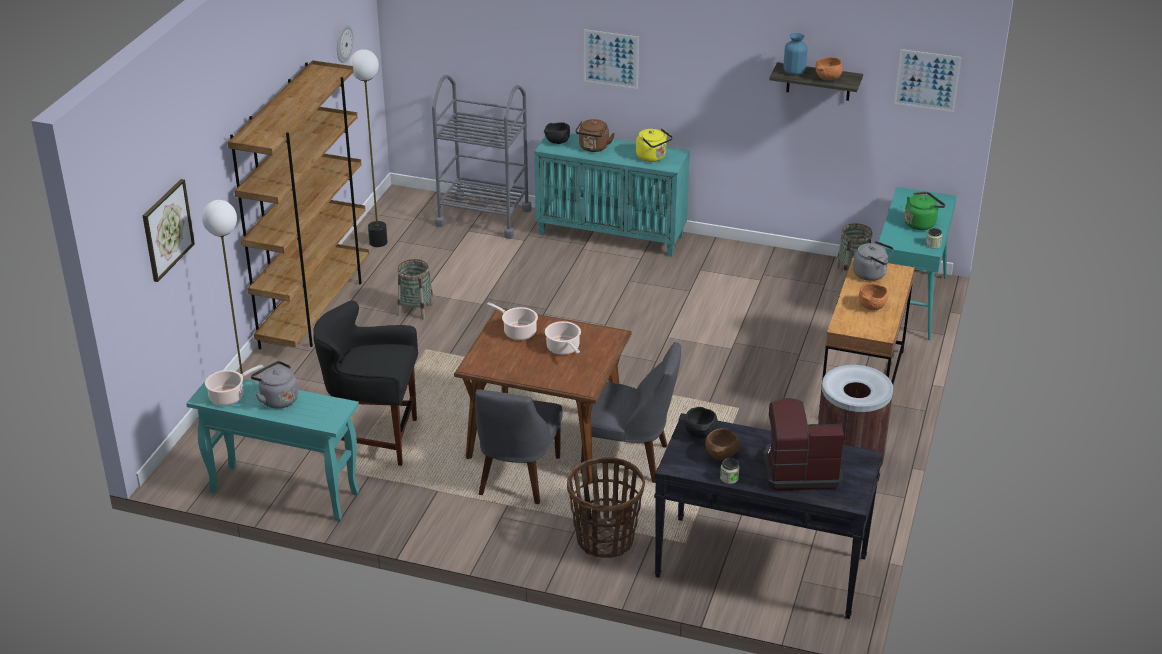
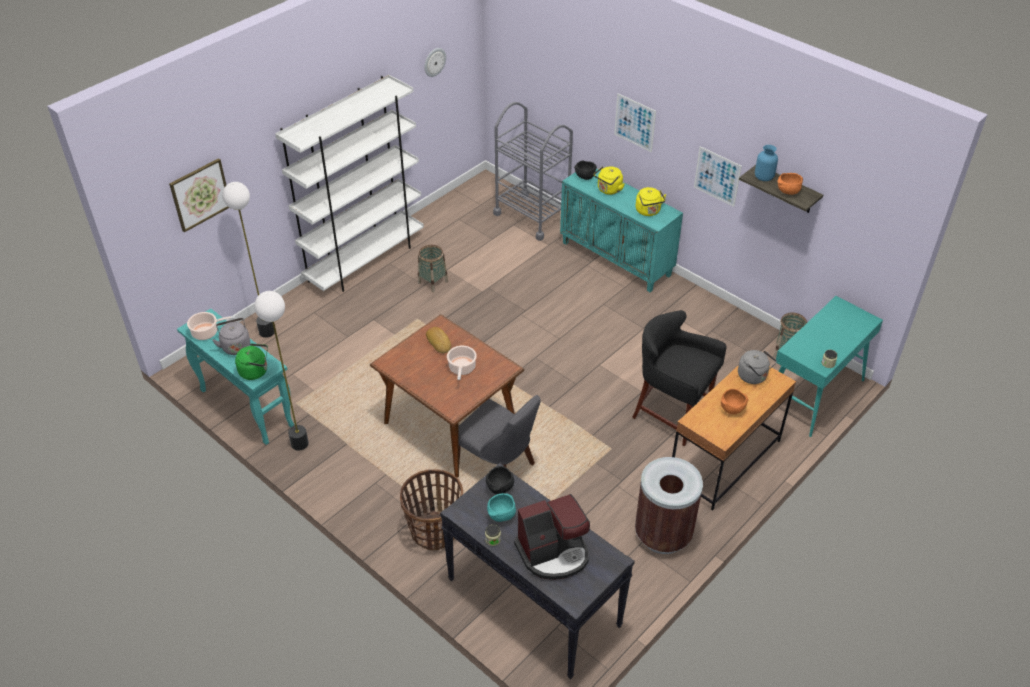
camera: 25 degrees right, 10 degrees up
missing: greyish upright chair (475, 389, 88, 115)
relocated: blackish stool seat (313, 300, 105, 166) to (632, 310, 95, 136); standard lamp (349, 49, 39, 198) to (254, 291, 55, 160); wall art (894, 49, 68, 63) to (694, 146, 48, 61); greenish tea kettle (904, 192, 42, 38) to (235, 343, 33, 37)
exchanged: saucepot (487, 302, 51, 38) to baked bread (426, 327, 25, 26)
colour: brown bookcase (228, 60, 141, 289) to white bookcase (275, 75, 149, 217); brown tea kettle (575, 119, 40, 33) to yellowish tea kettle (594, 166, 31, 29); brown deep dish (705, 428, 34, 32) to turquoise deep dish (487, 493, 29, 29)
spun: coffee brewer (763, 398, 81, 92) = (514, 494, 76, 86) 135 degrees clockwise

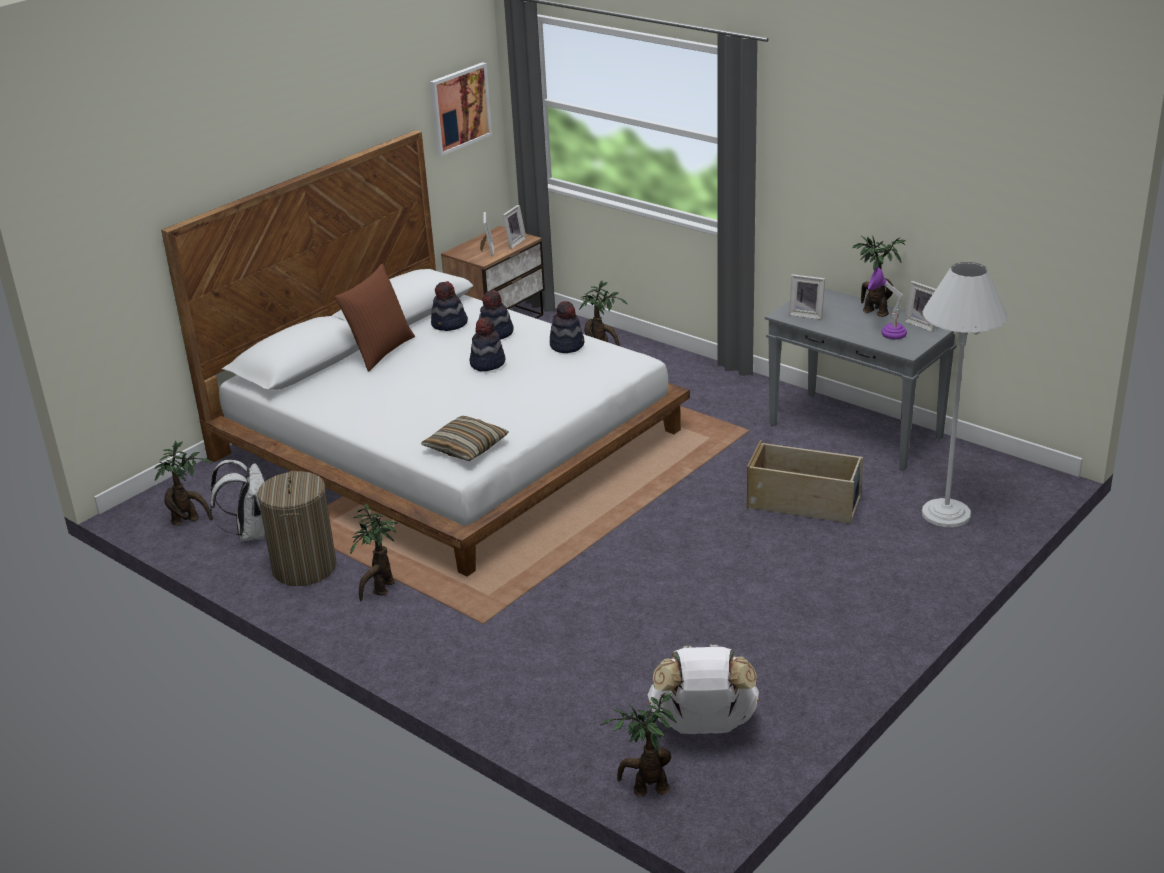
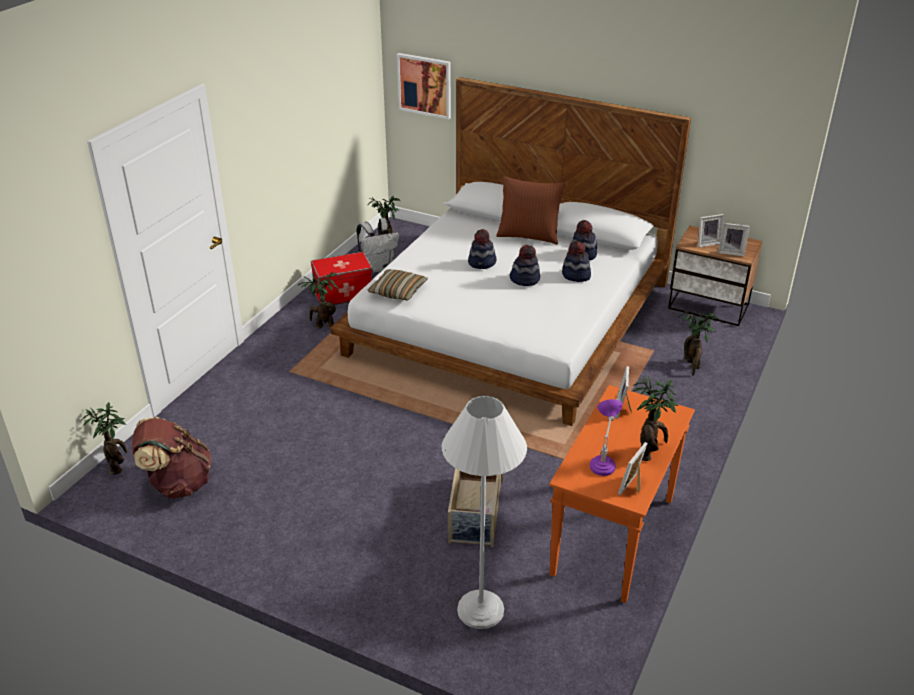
camera: 75 degrees right, 5 degrees up
relocated: wall art (430, 62, 62, 94) to (397, 53, 54, 66); wearable hat (550, 301, 34, 52) to (468, 229, 28, 40)
exchanged: washing basket (257, 471, 80, 115) to storage box (311, 252, 62, 53)
colour: white rucksack (648, 644, 112, 90) to brown rucksack (132, 417, 79, 82); greyish console table (765, 288, 192, 183) to orangey console table (549, 385, 146, 218)

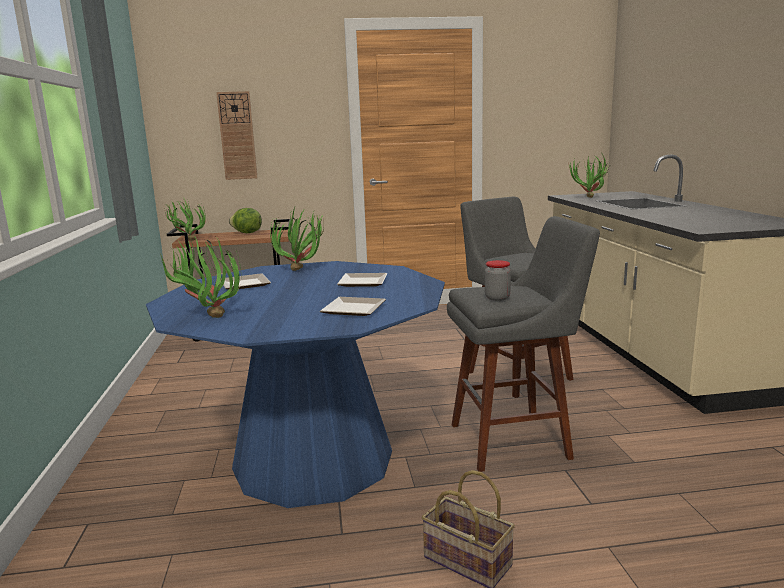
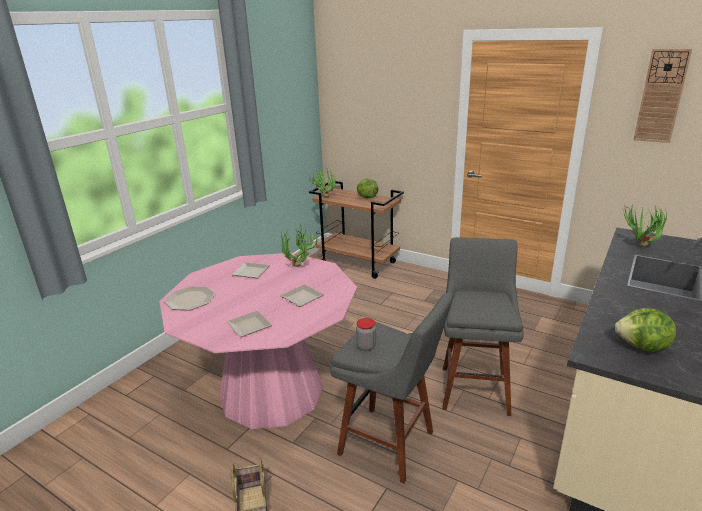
camera: 40 degrees right, 10 degrees up
appeared: head of lettuce (615, 308, 61, 44)
relocated: hanging clock (216, 91, 41, 89) to (633, 49, 59, 94)
exchanged: potted plant (160, 237, 81, 81) to plate (164, 286, 51, 24)
colour: bluish dinner table (146, 261, 299, 247) to pink-coloured dinner table (159, 253, 198, 176)

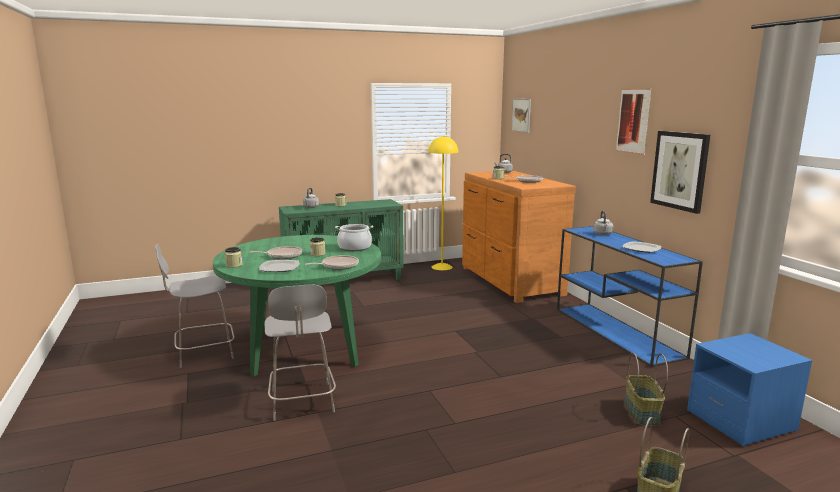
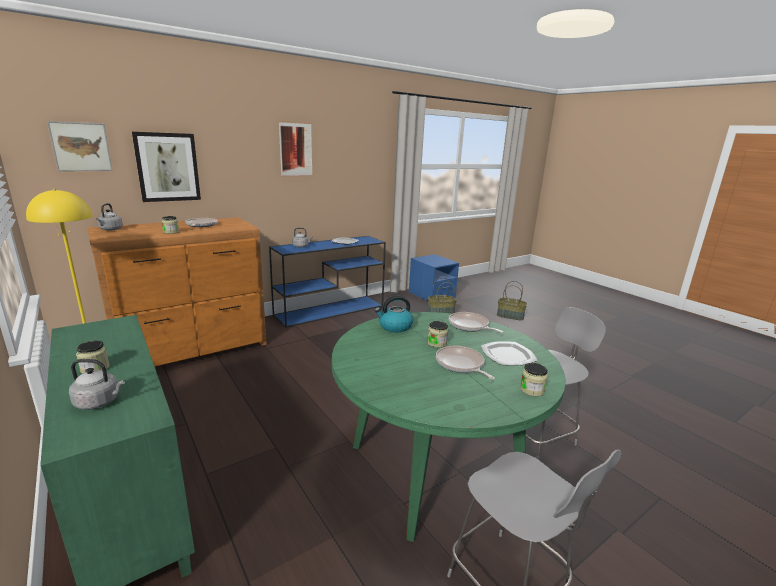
camera: 105 degrees left, 5 degrees up
relocated: wall art (650, 131, 60, 83) to (132, 132, 69, 70)
exchanged: saucepot (335, 224, 38, 27) to tea kettle (375, 296, 38, 36)

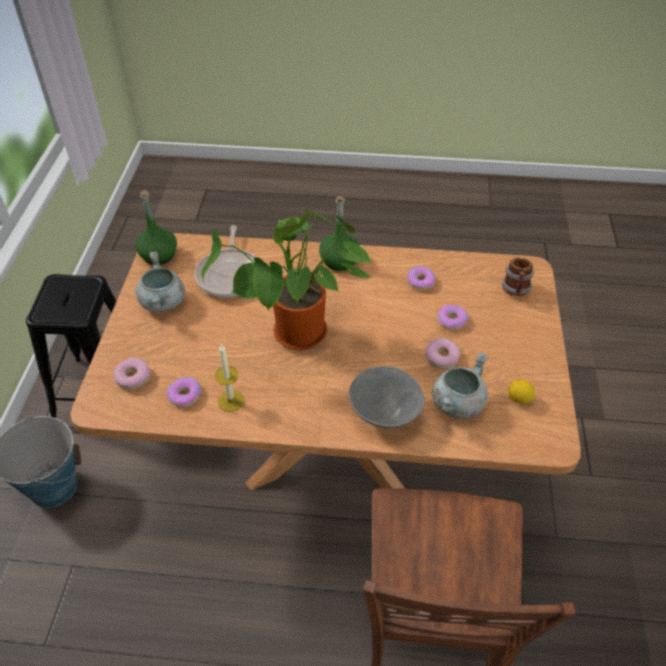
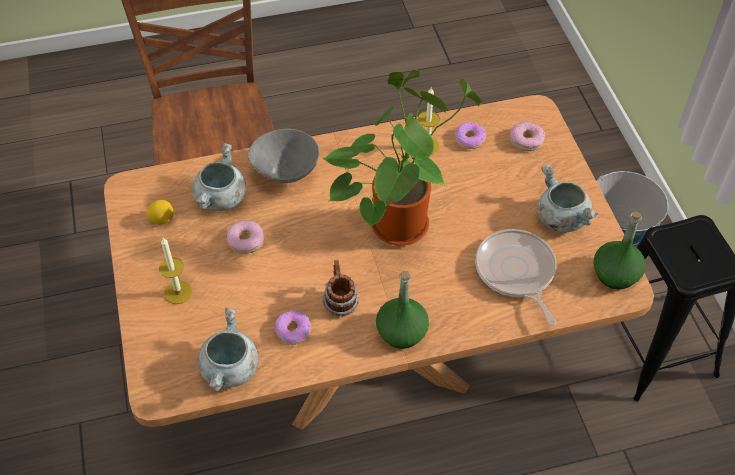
camera: 160 degrees right, 5 degrees up
missing: donut (437, 304, 31, 26)
appeared: candle (159, 238, 33, 66); greyish saucepot (198, 308, 61, 84)
relocated: mug (502, 258, 32, 38) to (322, 260, 37, 56)

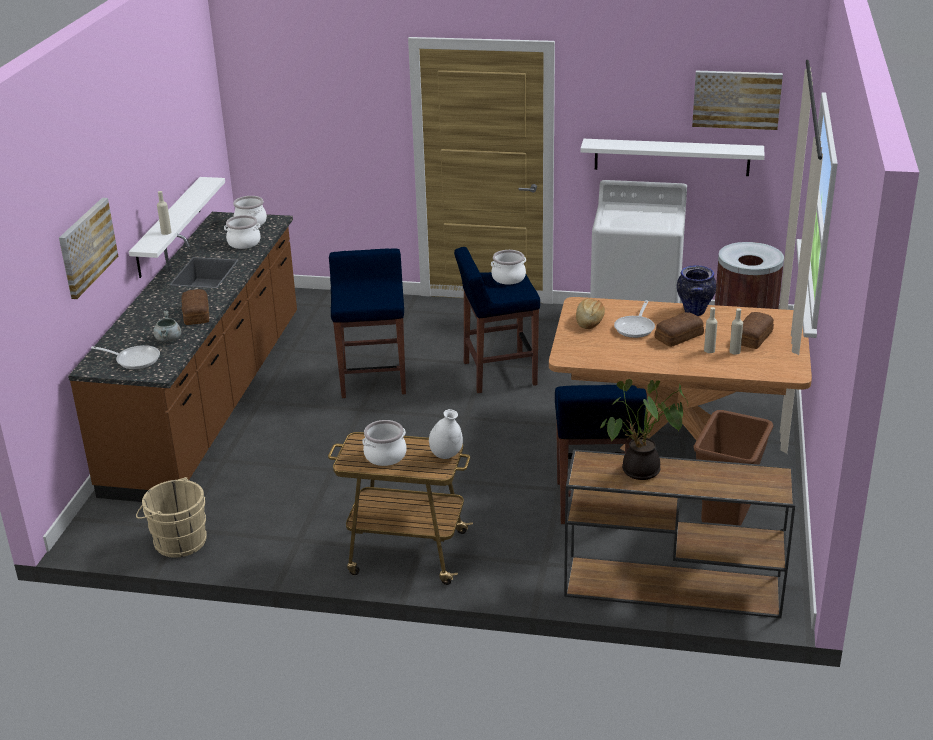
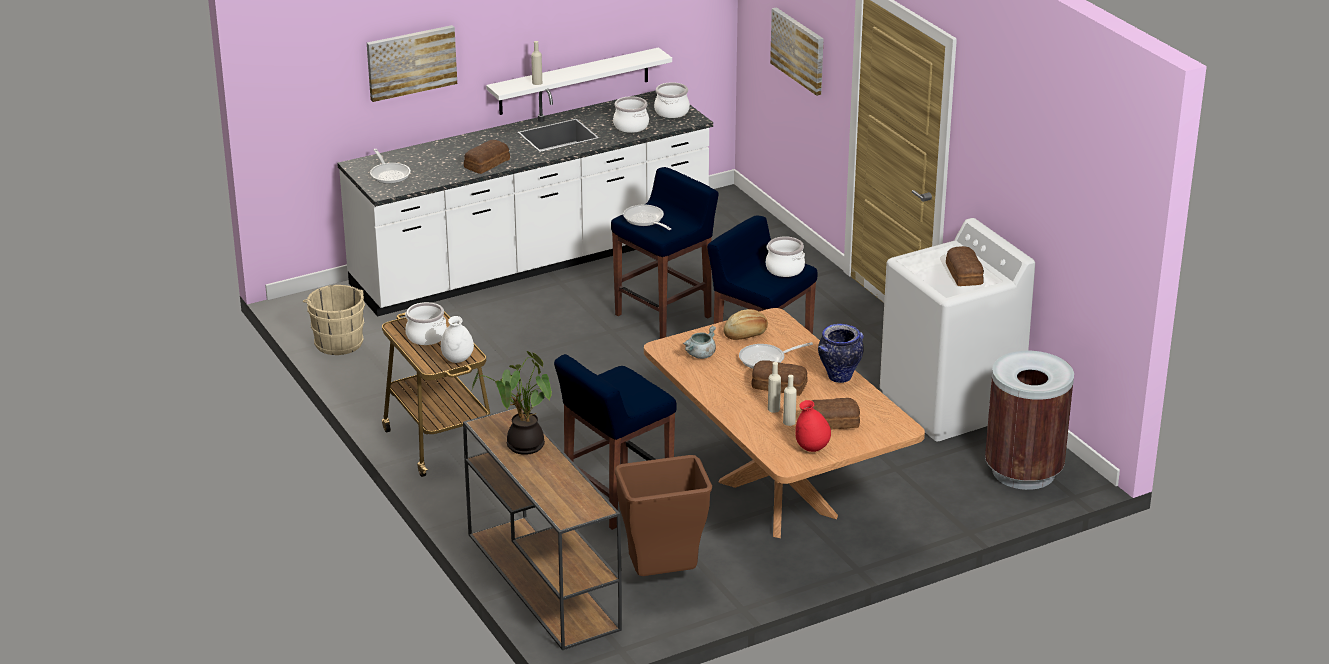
camera: 50 degrees right, 0 degrees up
missing: white shelf (580, 139, 185, 37)
appeared: skillet (623, 205, 48, 25); reddish flower vase (795, 400, 36, 52); baked bread (946, 246, 38, 40)
relocated: greyish saucepot (153, 311, 28, 31) to (683, 325, 33, 34); wall art (692, 71, 91, 59) to (770, 7, 54, 89)
colour: brown counter (68, 212, 229, 290) to white counter (337, 88, 376, 229)

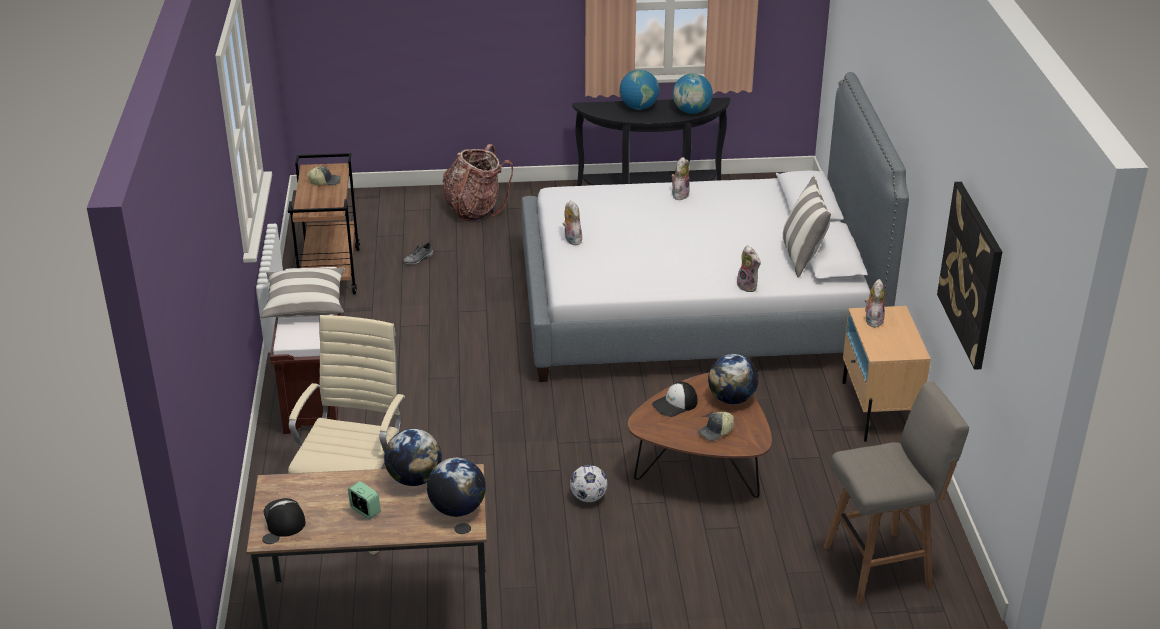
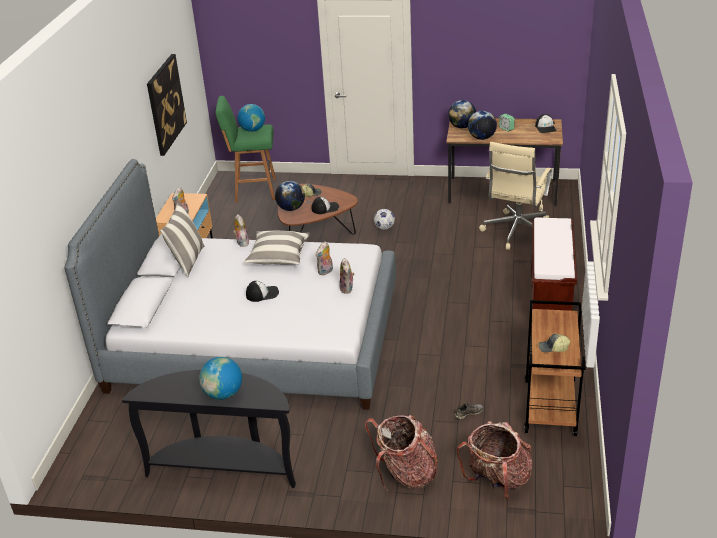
camera: 165 degrees left, 0 degrees up
appeared: cap (246, 281, 33, 21); rucksack (457, 421, 75, 80)
relocated: throw pillow (261, 268, 84, 50) to (244, 231, 66, 33); cuddly toy (671, 157, 19, 43) to (316, 241, 17, 34); world globe (673, 73, 40, 41) to (237, 104, 28, 28)
colour: greyish stool seat (824, 381, 145, 223) to greenish stool seat (215, 96, 61, 107)

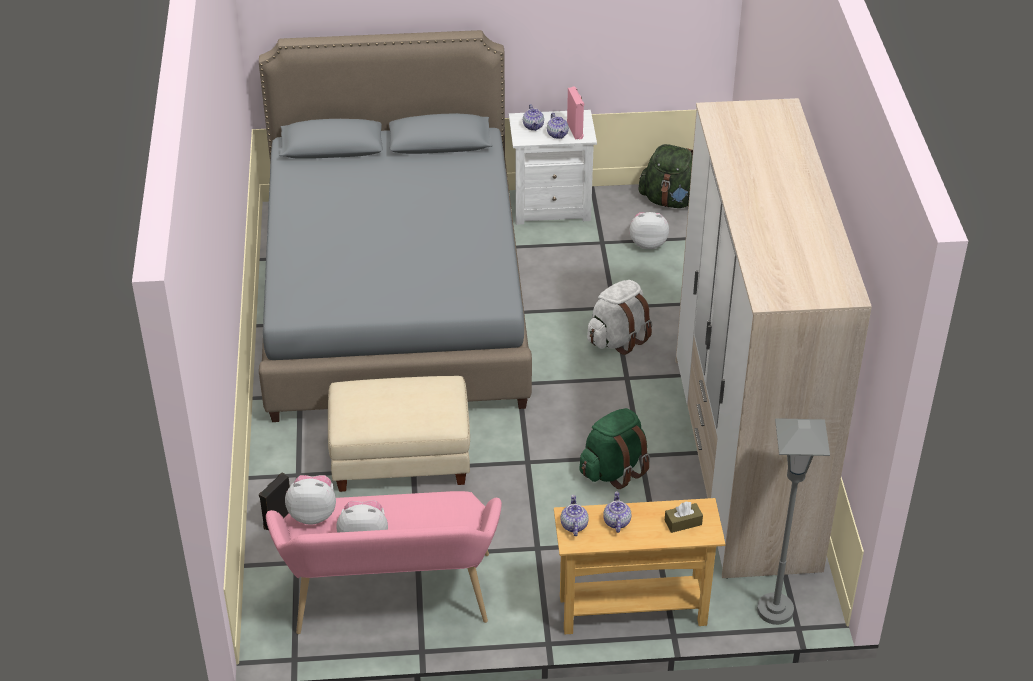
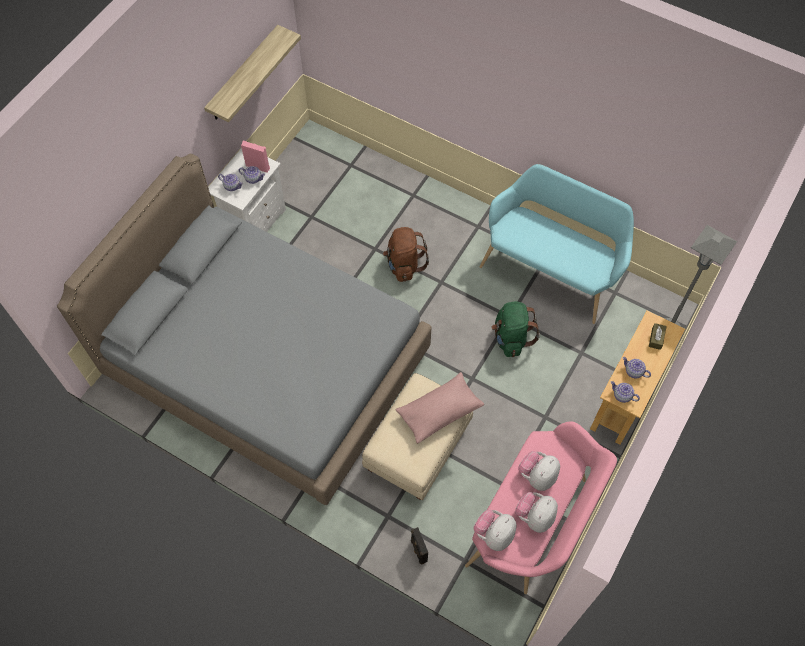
camera: 55 degrees left, 20 degrees up
missing: greenish rucksack (638, 144, 55, 64)
appeared: shelf (204, 25, 97, 97); pink-coloured throw pillow (395, 372, 89, 72)
relocated: cuddly toy (629, 212, 40, 37) to (518, 451, 42, 40)
exchanged: wardrobe (675, 98, 197, 481) to turquoise indoor bench (480, 164, 154, 160)
colour: white rucksack (587, 280, 65, 75) to brown rucksack (383, 227, 46, 55)

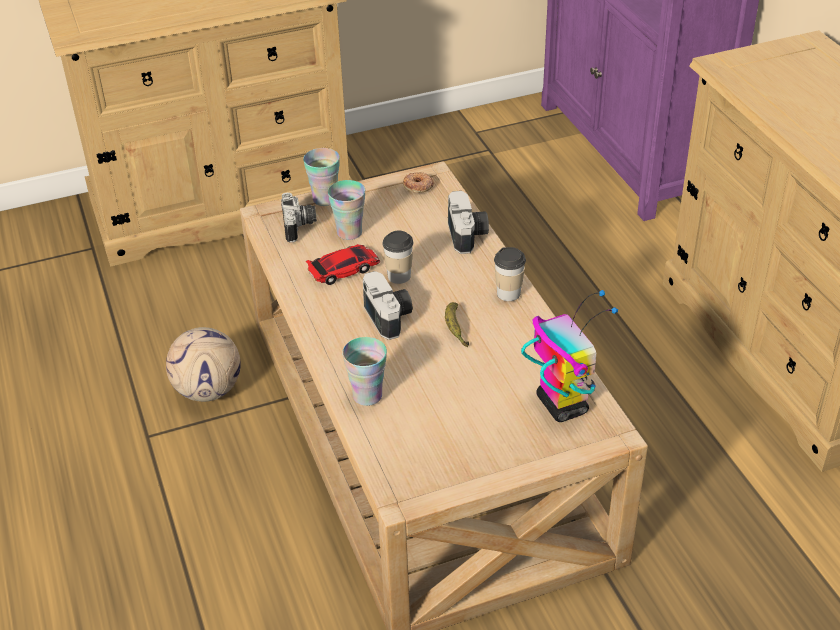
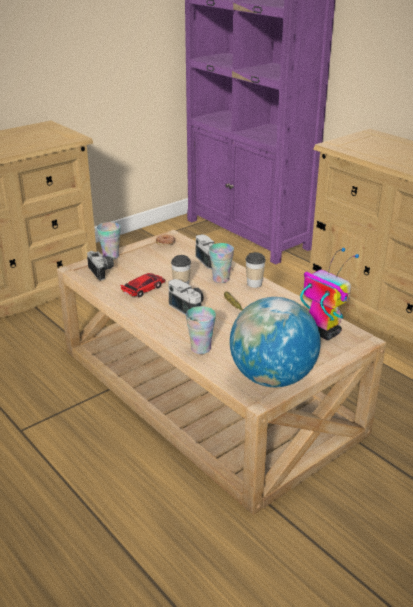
camera: 20 degrees left, 10 degrees down
missing: football ball (166, 327, 75, 75)
appeared: world globe (230, 297, 91, 90)
relocated: drinking cup (328, 180, 37, 60) to (209, 243, 25, 40)

